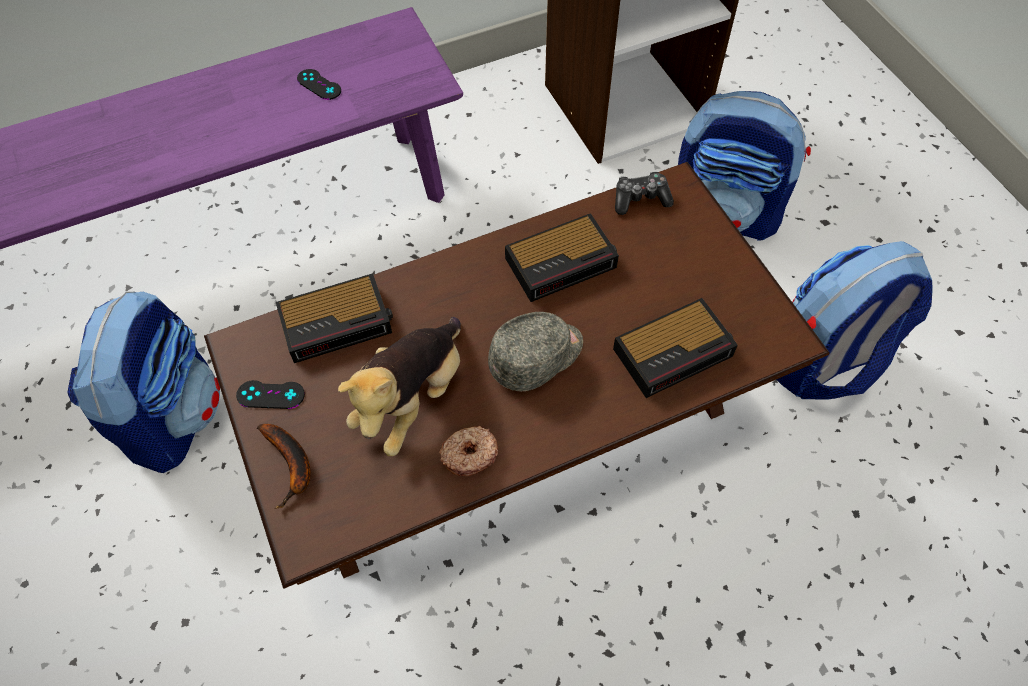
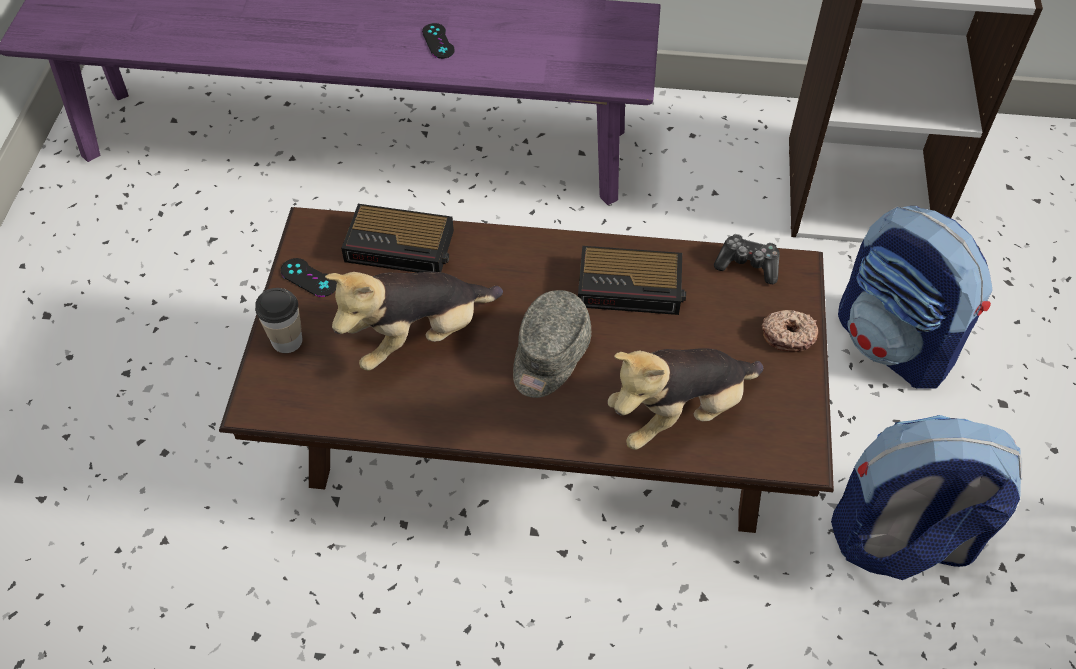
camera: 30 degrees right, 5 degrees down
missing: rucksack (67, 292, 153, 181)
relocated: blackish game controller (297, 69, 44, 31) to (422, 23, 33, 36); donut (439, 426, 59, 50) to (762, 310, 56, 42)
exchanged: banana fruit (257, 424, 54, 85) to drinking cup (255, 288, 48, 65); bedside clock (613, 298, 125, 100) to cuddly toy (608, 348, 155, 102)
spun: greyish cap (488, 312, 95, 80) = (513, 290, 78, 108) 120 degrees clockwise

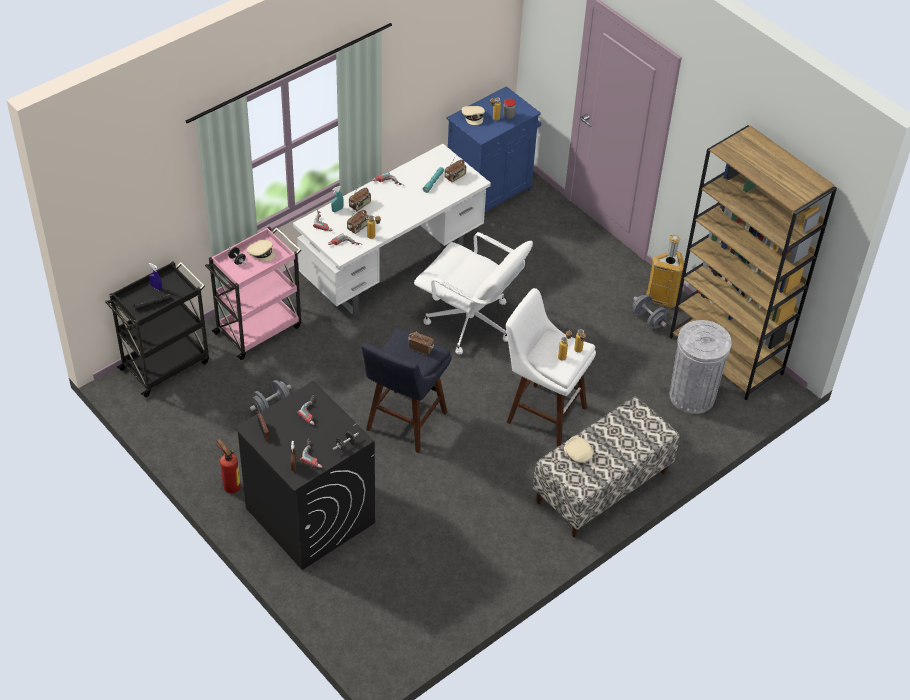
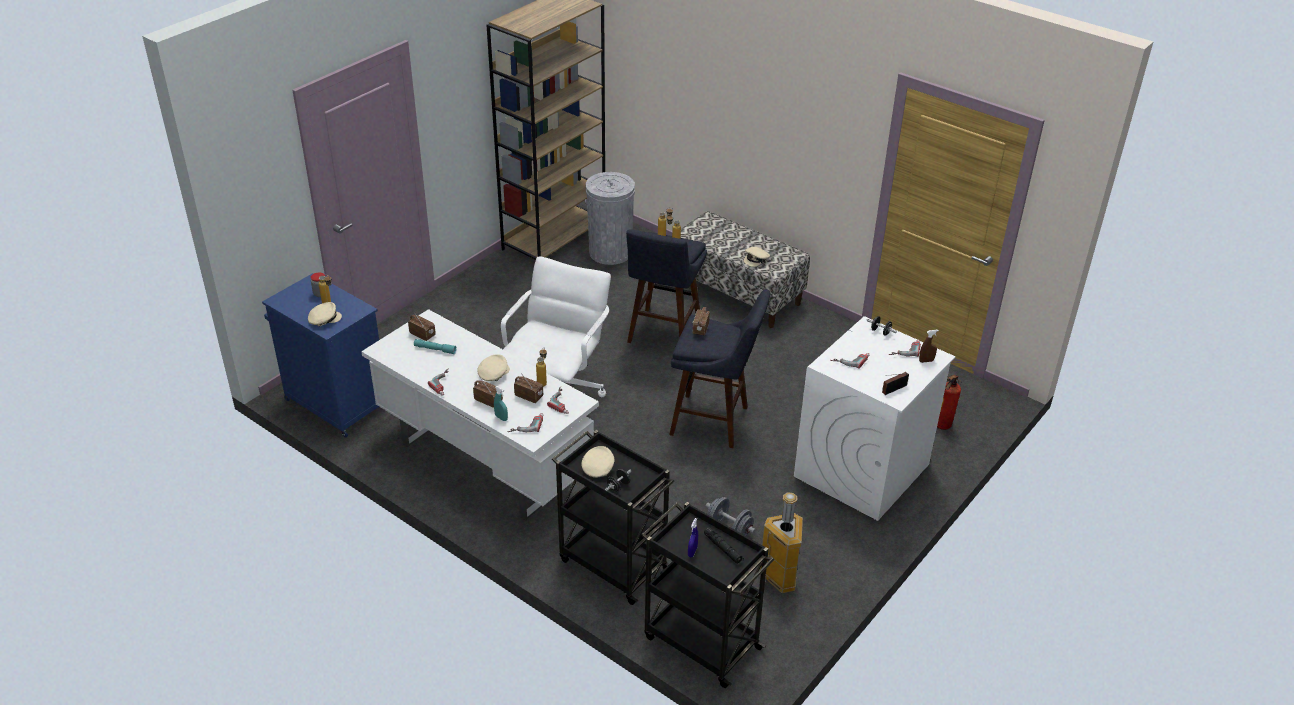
camera: 100 degrees left, 10 degrees down
missing: greyish free weight (632, 295, 36, 34)
appeared: beige-coloured cap (477, 354, 33, 27)
relocated: fire extinguisher (217, 439, 24, 55) to (937, 375, 25, 55); rubbish bin (646, 235, 38, 73) to (760, 492, 43, 101)
colour: pink-coloured cart (205, 227, 96, 133) to blackish cart (552, 430, 123, 175); blackish washing machine (234, 381, 141, 189) to white washing machine (794, 316, 161, 205); white stool seat (506, 288, 90, 158) to bluish stool seat (626, 229, 81, 114)

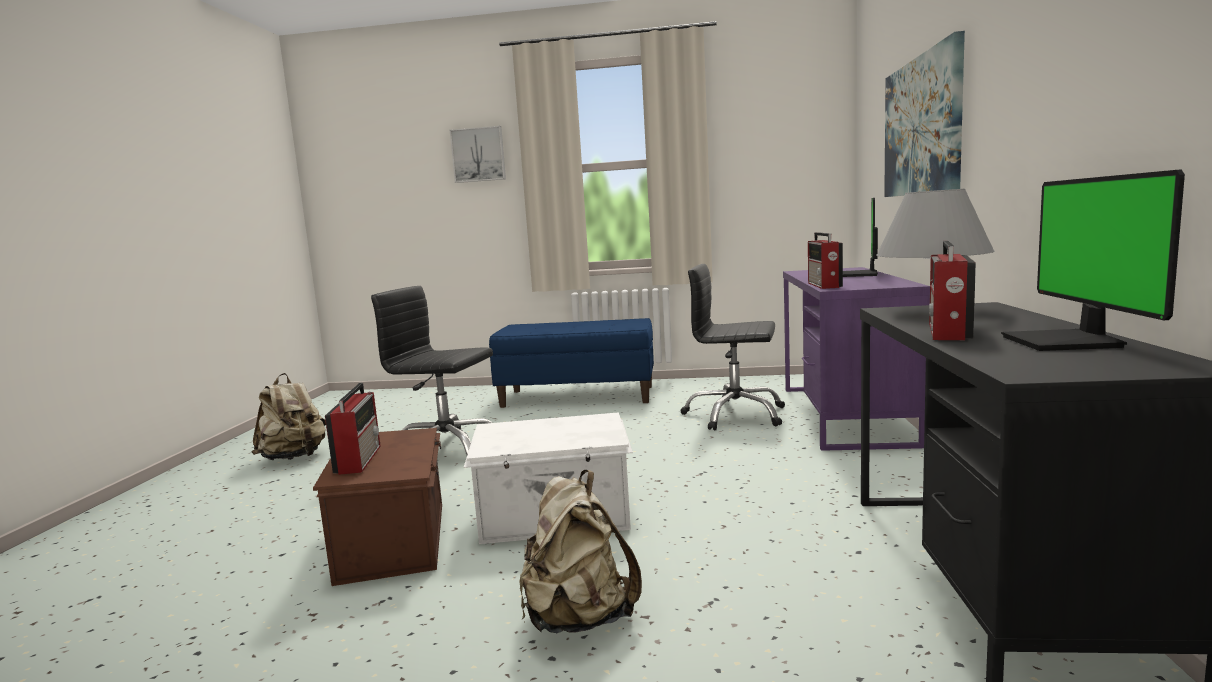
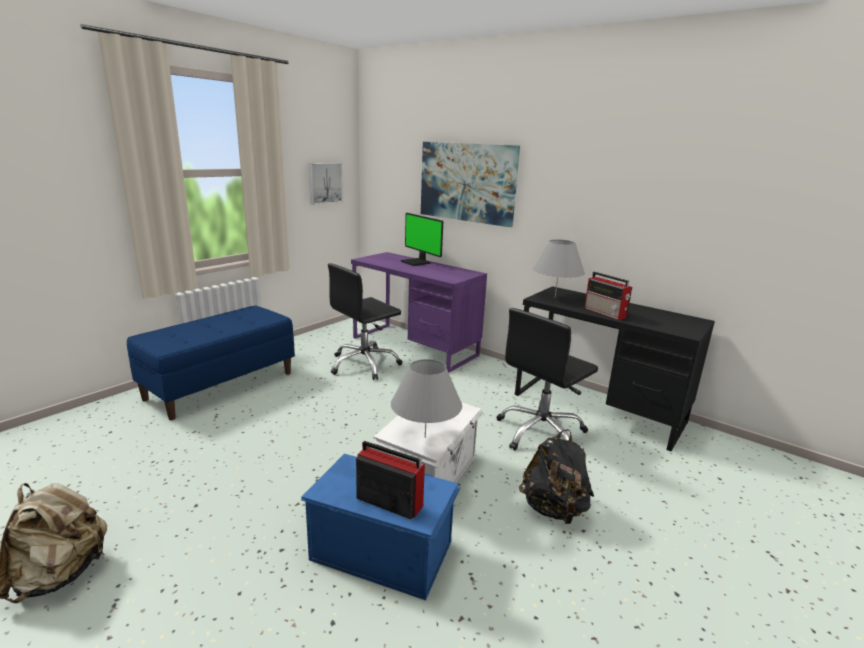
camera: 60 degrees left, 10 degrees up
missing: radio set (808, 232, 35, 57); monitor (1001, 169, 184, 182)
appeared: greyish tabletop lamp (391, 359, 71, 79)
relocated: blackish office chair (371, 286, 122, 169) to (497, 308, 101, 143); wall art (450, 126, 56, 57) to (308, 163, 35, 42)
colour: brown storage box (313, 428, 129, 158) to bluish storage box (301, 454, 160, 146); beige-coloured rucksack (519, 470, 123, 163) to blackish rucksack (519, 429, 75, 95)

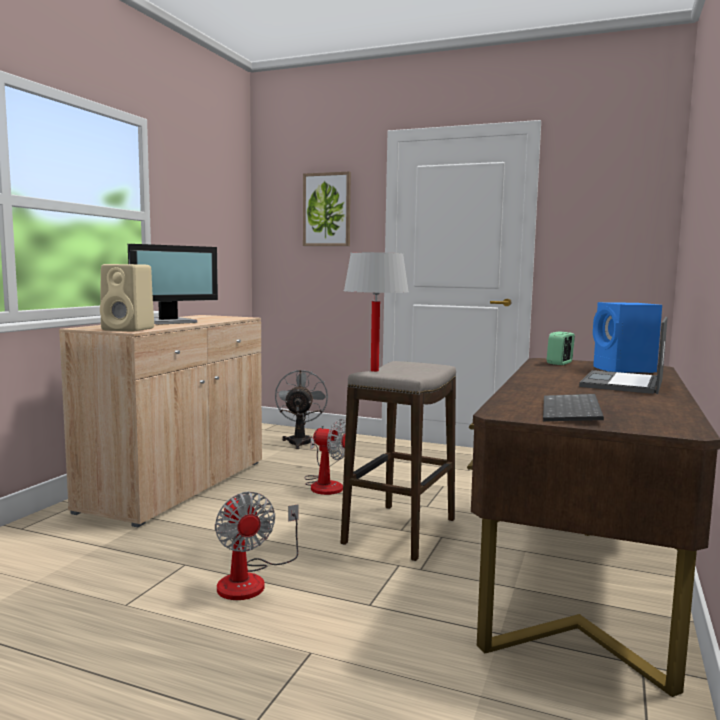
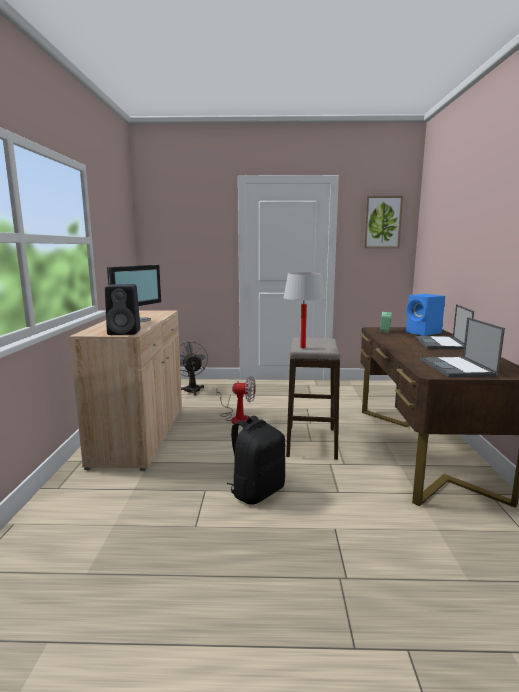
camera: 20 degrees left, 5 degrees up
relocated: wall art (303, 171, 48, 75) to (364, 196, 39, 52)
exchanged: electric fan (215, 492, 84, 108) to blackish rucksack (227, 416, 58, 89); PC keyboard (543, 394, 61, 27) to notebook computer (420, 317, 85, 60)
colour: beige-coloured loudspeaker (100, 264, 54, 68) to blackish loudspeaker (105, 284, 35, 51)

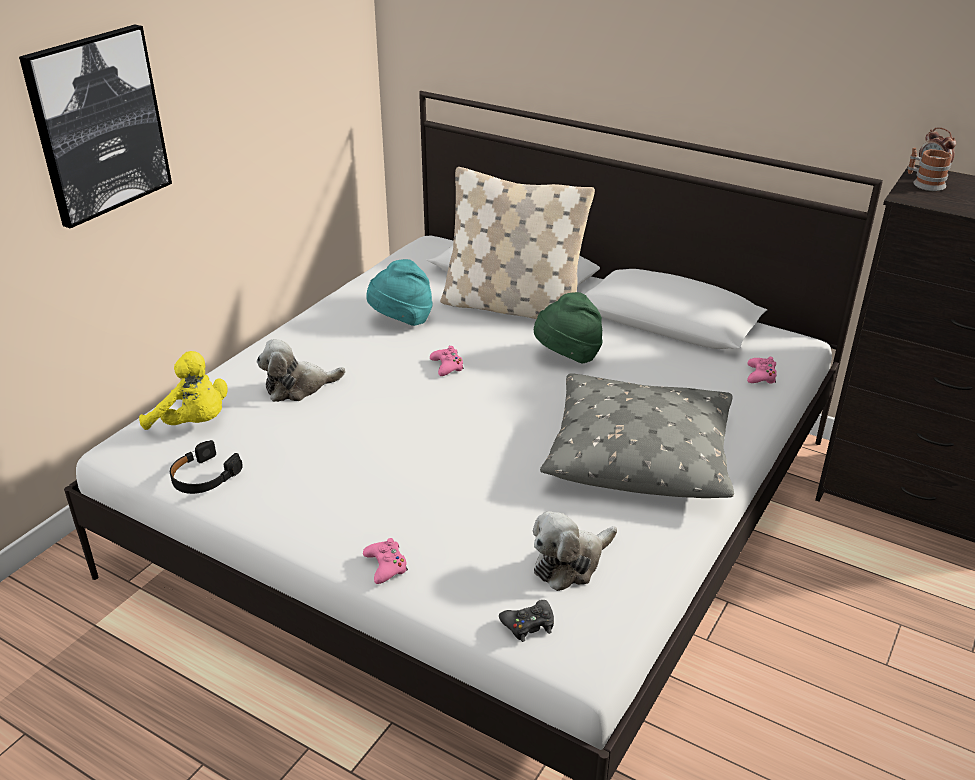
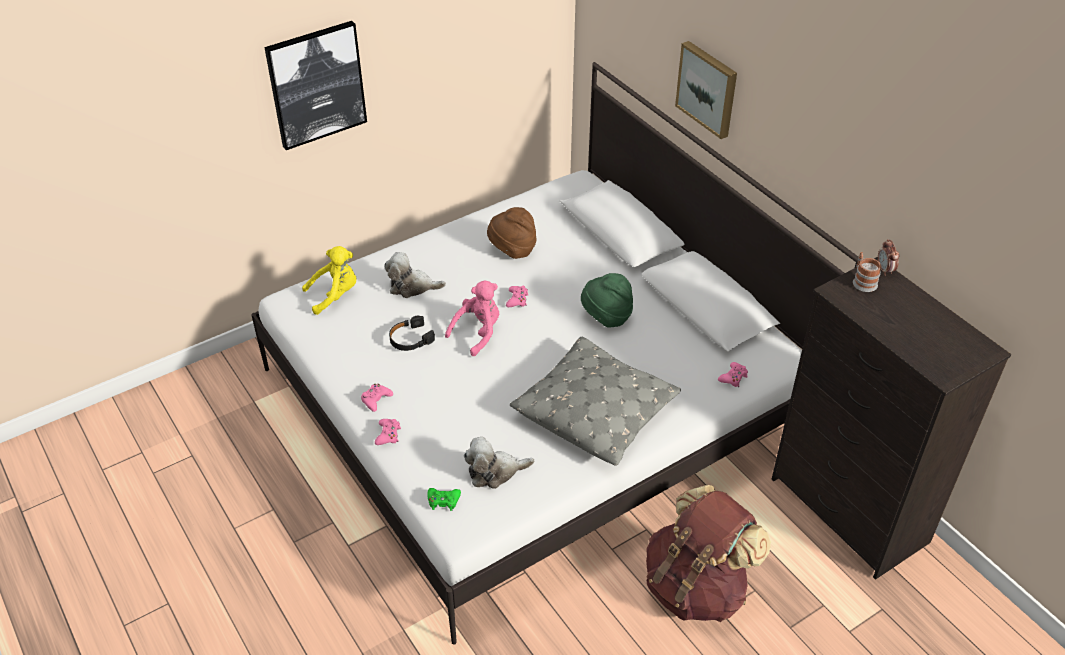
camera: 25 degrees right, 10 degrees up
missing: beige-coloured throw pillow (440, 167, 155, 152)
appeared: pink-coloured game controller (361, 384, 32, 28); pink-coloured cuddly toy (445, 280, 54, 76); brown rucksack (646, 485, 125, 137); wall art (675, 41, 62, 98)
relocated: blackish headset (170, 440, 73, 54) to (389, 315, 46, 36)
colour: turquoise wearable hat (366, 259, 67, 67) to brown wearable hat (487, 207, 50, 52); blackish game controller (499, 600, 55, 42) to greenish game controller (427, 488, 34, 23)
spun: yellowish cuddly toy (139, 351, 89, 79) = (302, 246, 54, 69) 75 degrees counterclockwise

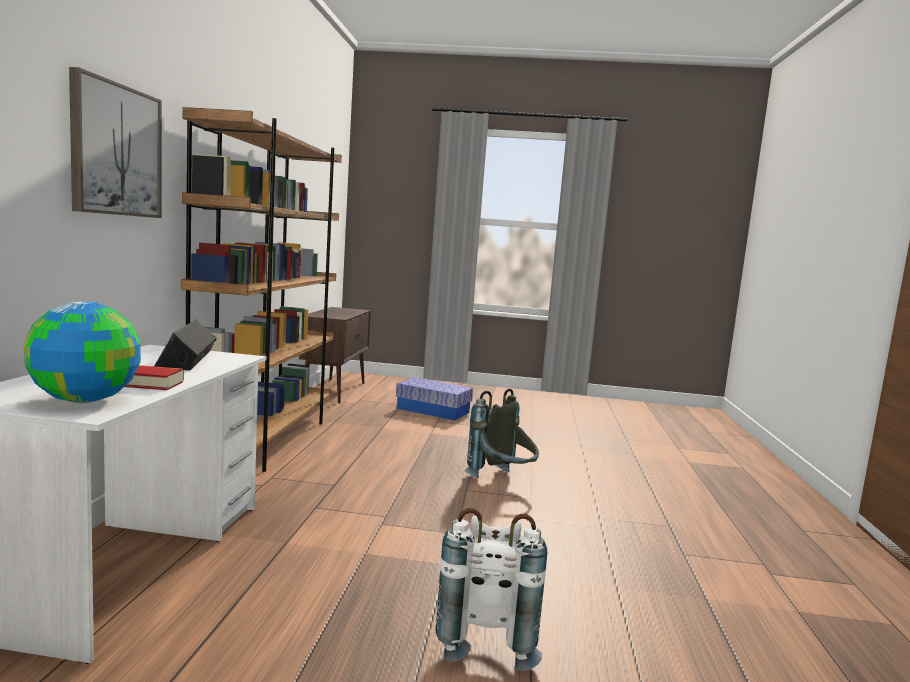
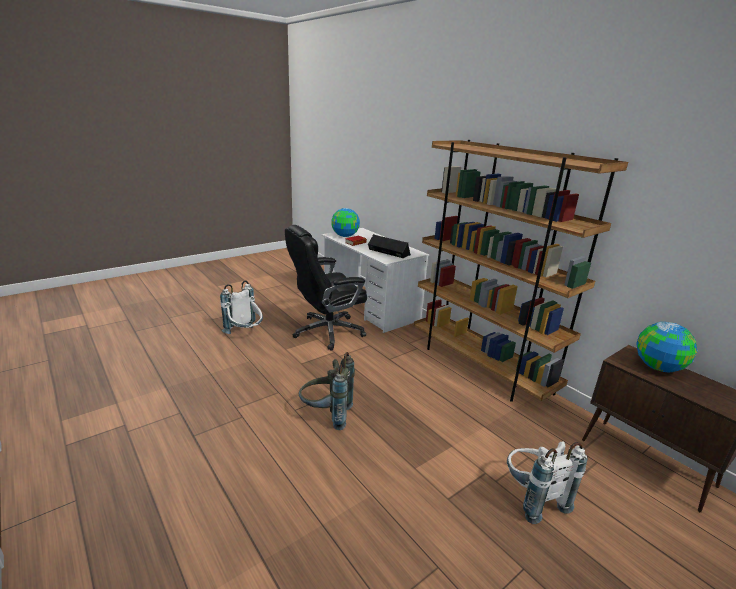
camera: 135 degrees right, 15 degrees up
missing: wall art (69, 67, 93, 151)
appeared: blackish office chair (285, 225, 82, 126); world globe (636, 322, 61, 50)
exchanged: storage box (396, 377, 77, 44) to white rucksack (507, 441, 80, 83)

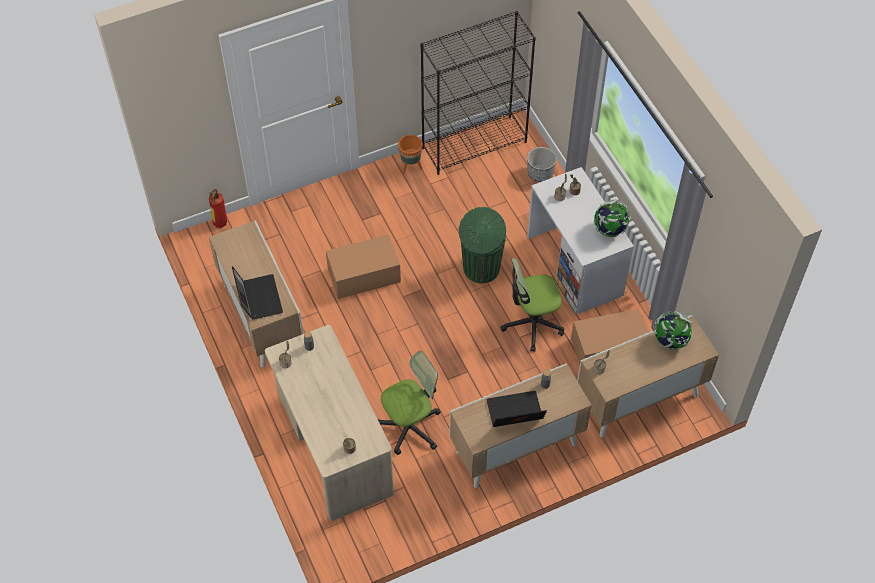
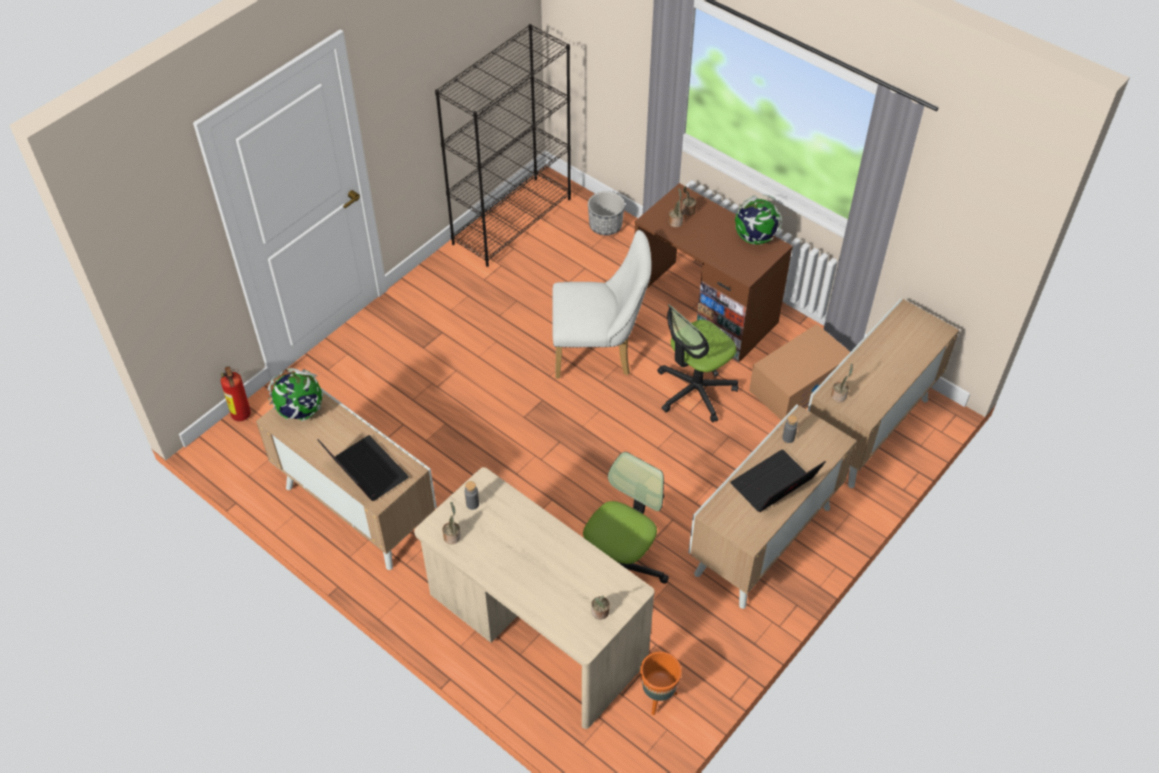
camera: 25 degrees left, 5 degrees down
missing: packing box (326, 234, 75, 65)
relocated: orangey flower pot (398, 135, 25, 39) to (640, 652, 42, 63); world globe (653, 311, 40, 39) to (268, 368, 55, 53)
exchanged: greenish rubbish bin (459, 207, 47, 76) to white upright chair (552, 230, 100, 148)
colour: white desk table (527, 167, 107, 148) to brown desk table (634, 183, 159, 179)

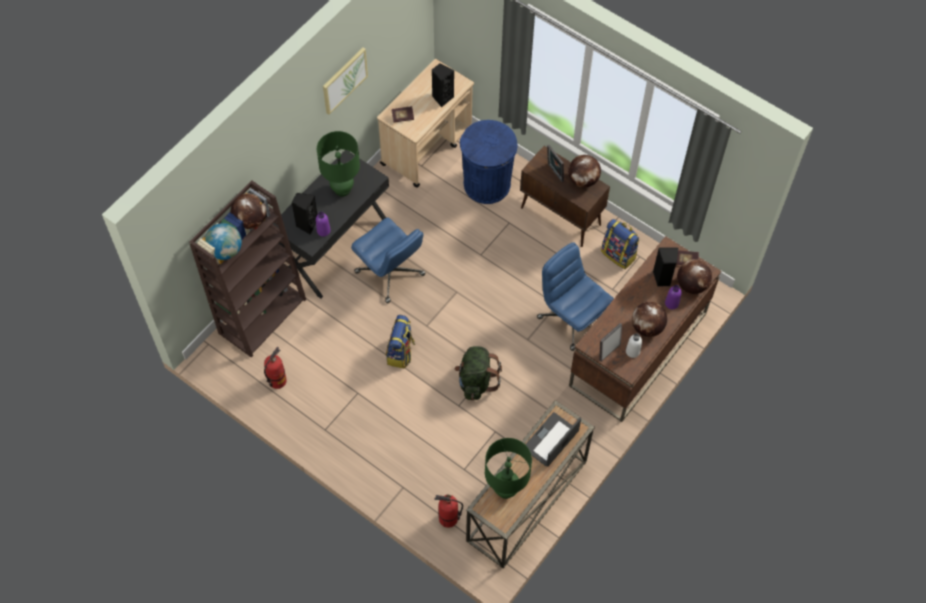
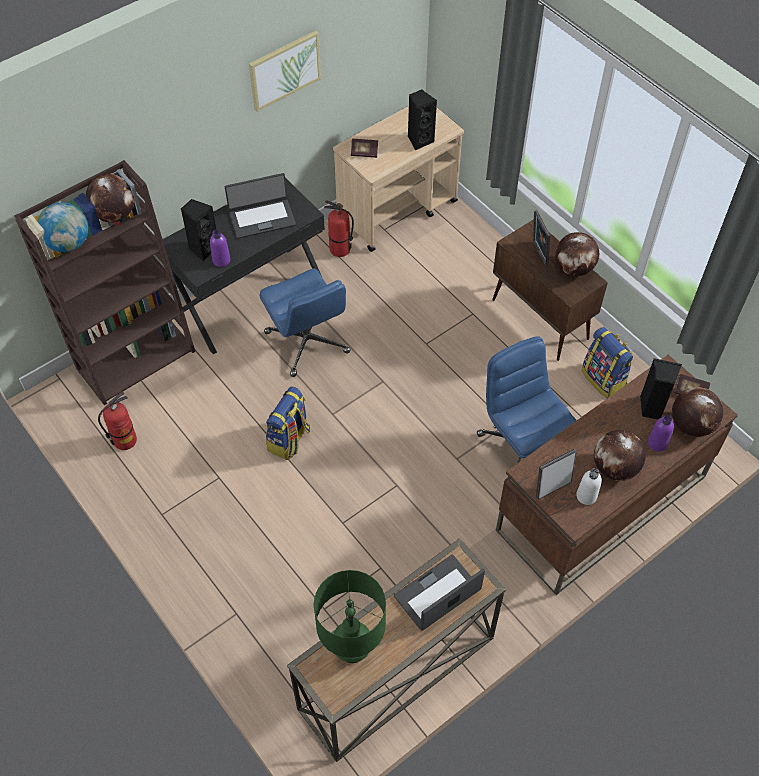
camera: 15 degrees right, 5 degrees down
missing: greenish rucksack (455, 346, 47, 54); bluish rubbish bin (460, 120, 58, 84)
relocated: fire extinguisher (434, 495, 29, 33) to (324, 200, 30, 57)
exchanged: greenish tabletop lamp (317, 131, 43, 66) to notebook computer (225, 173, 71, 66)

